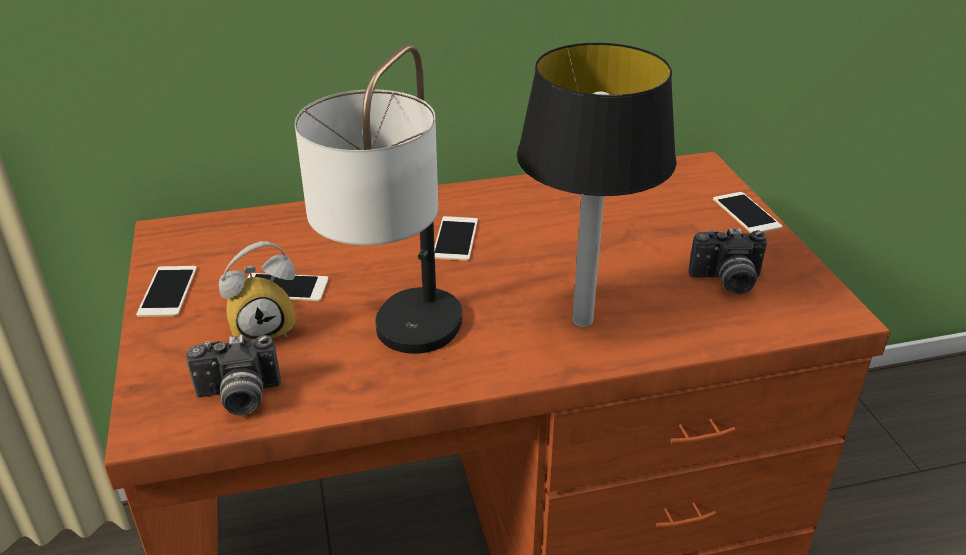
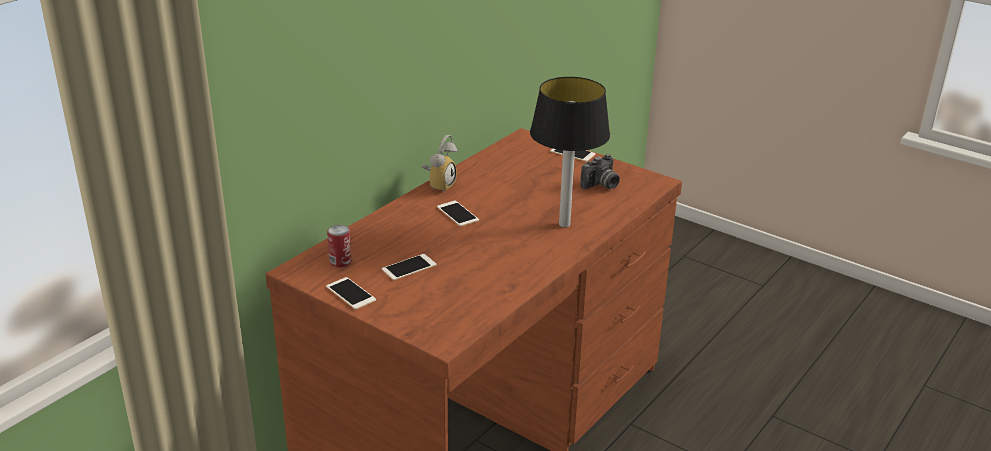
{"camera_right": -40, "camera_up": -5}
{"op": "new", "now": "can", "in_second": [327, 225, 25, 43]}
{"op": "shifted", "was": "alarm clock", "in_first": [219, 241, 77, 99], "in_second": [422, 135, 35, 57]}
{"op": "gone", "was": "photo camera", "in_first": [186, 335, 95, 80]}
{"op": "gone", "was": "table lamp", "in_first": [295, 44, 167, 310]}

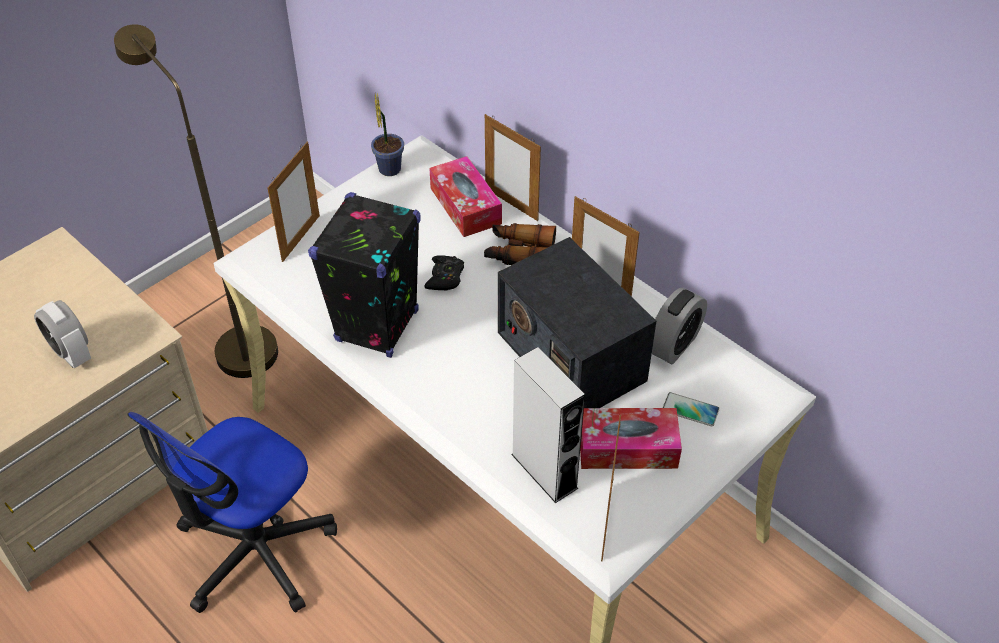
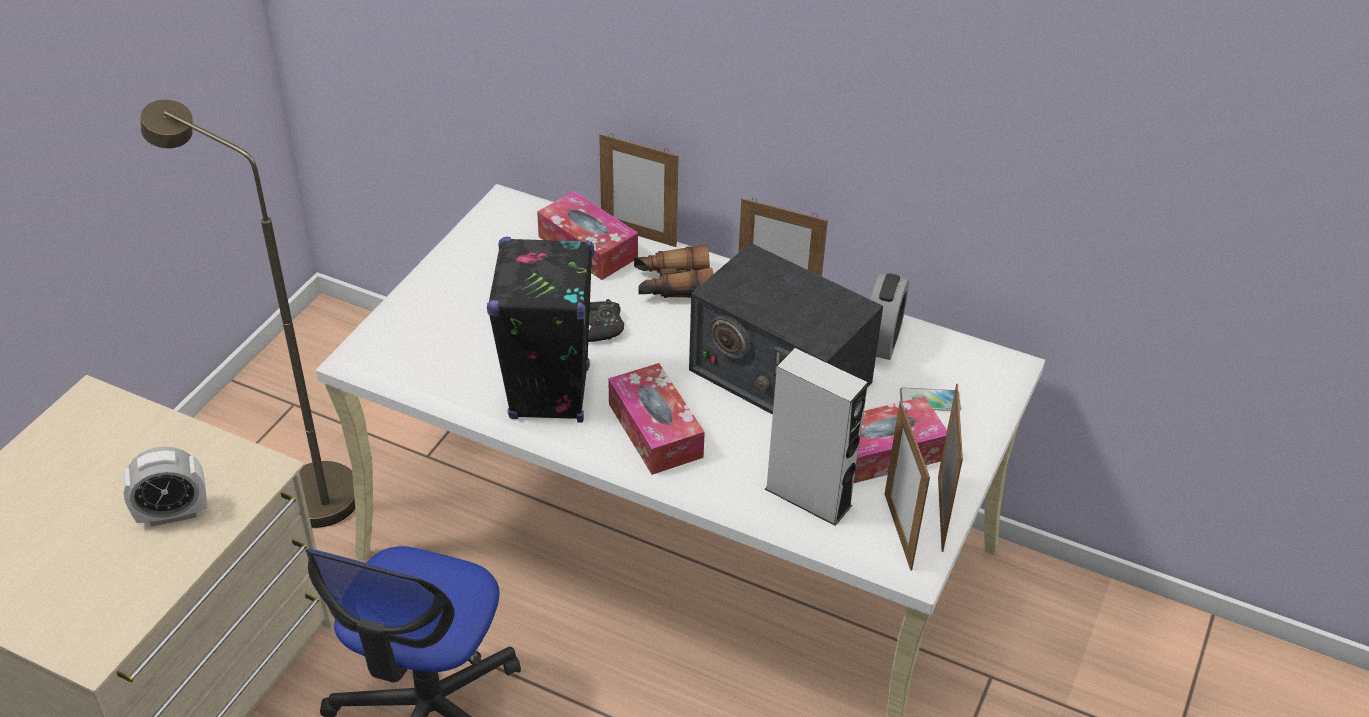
{"camera_right": -20, "camera_up": -5}
{"op": "rotated", "was": "alarm clock", "in_first": [34, 300, 57, 68], "in_second": [123, 447, 84, 80], "clockwise": -45}
{"op": "new", "now": "tissue box", "in_second": [608, 363, 97, 112]}
{"op": "shifted", "was": "picture frame", "in_first": [267, 142, 53, 120], "in_second": [938, 384, 25, 168]}
{"op": "gone", "was": "potted plant", "in_first": [371, 93, 33, 83]}

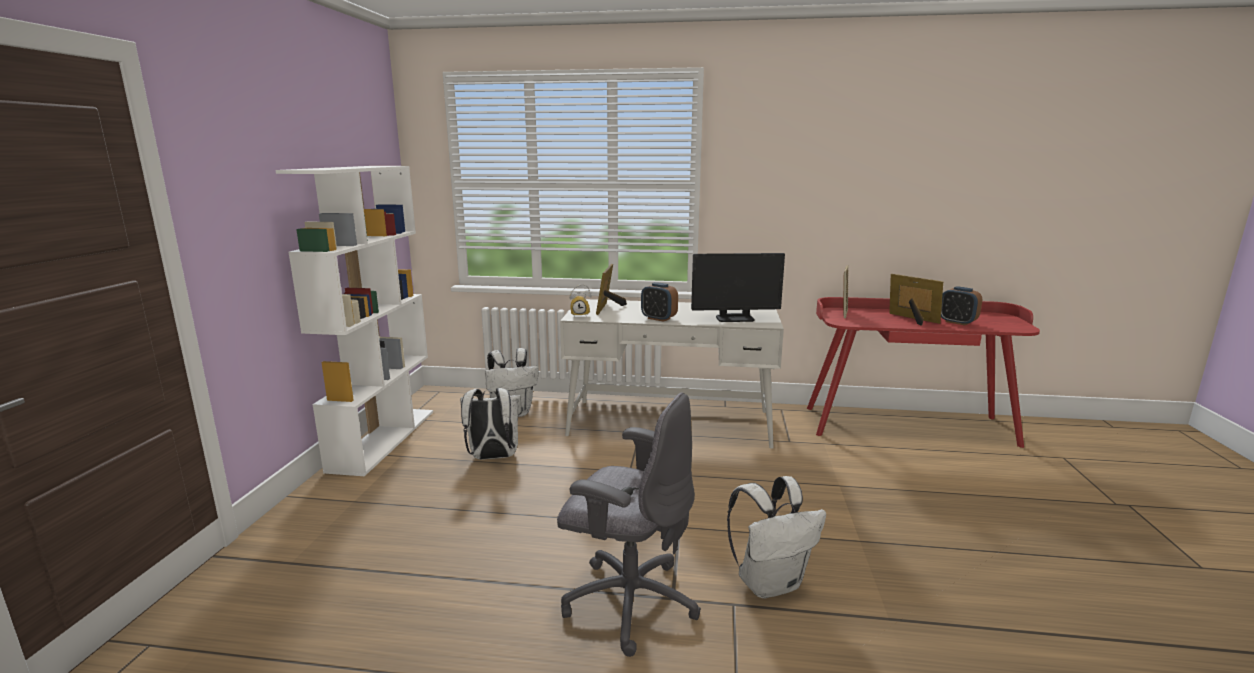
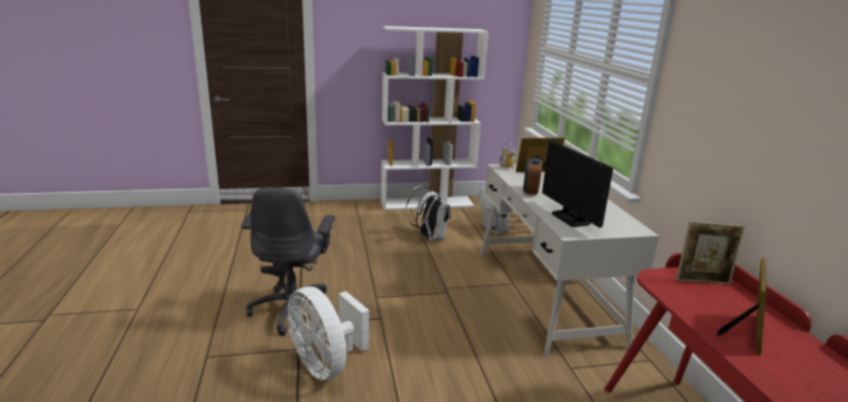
{"camera_right": 70, "camera_up": 5}
{"op": "swapped", "was": "backpack/white", "now": "fan/white", "in_first": [727, 476, 99, 123], "in_second": [287, 286, 82, 94]}
{"op": "gone", "was": "alarm clock", "in_first": [941, 286, 41, 40]}

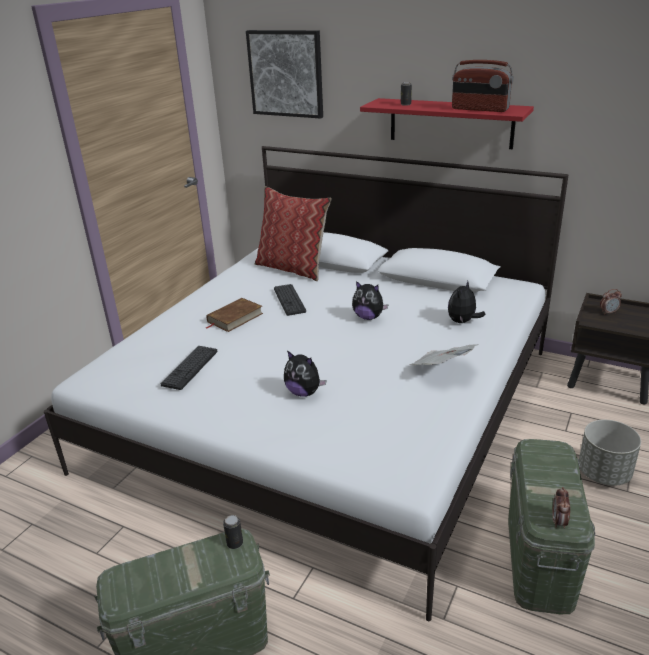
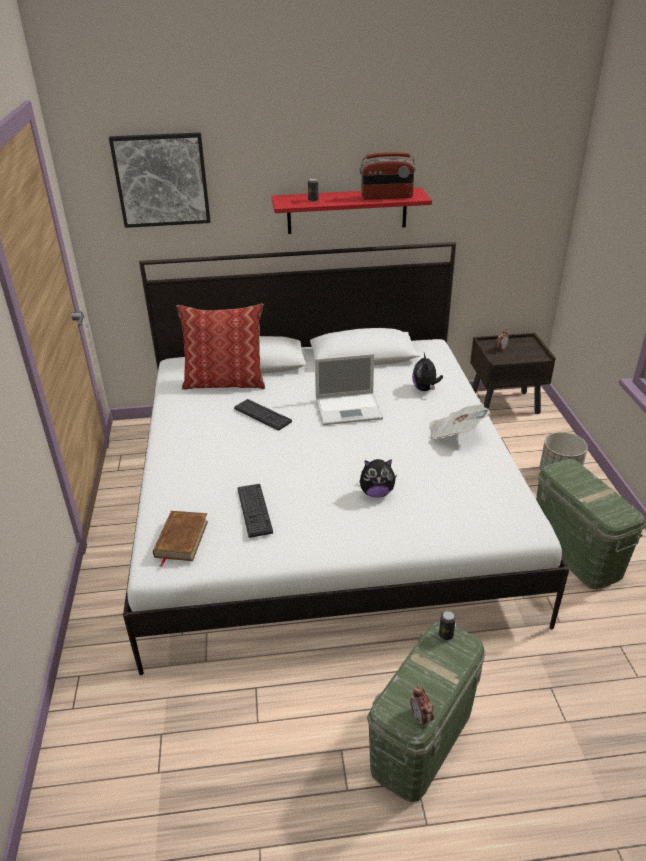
{"camera_right": -35, "camera_up": 5}
{"op": "shifted", "was": "book/brown", "in_first": [206, 298, 57, 34], "in_second": [153, 511, 55, 56]}
{"op": "swapped", "was": "plush toy", "now": "laptop", "in_first": [352, 281, 37, 39], "in_second": [315, 353, 68, 72]}
{"op": "shifted", "was": "alarm clock", "in_first": [552, 487, 18, 41], "in_second": [410, 686, 24, 41]}

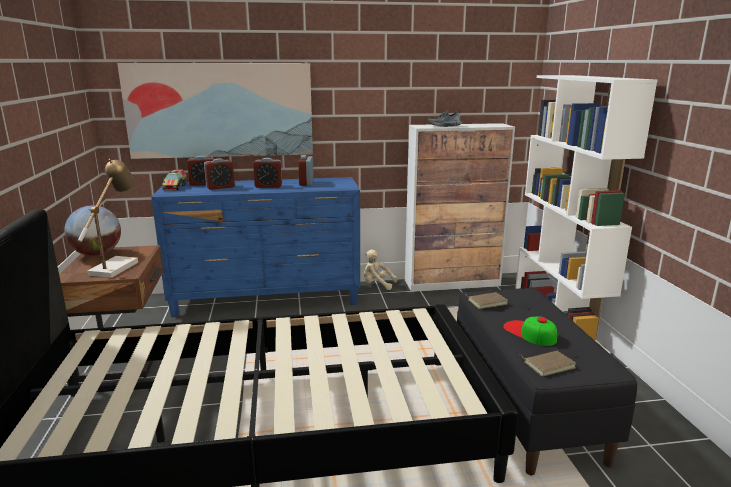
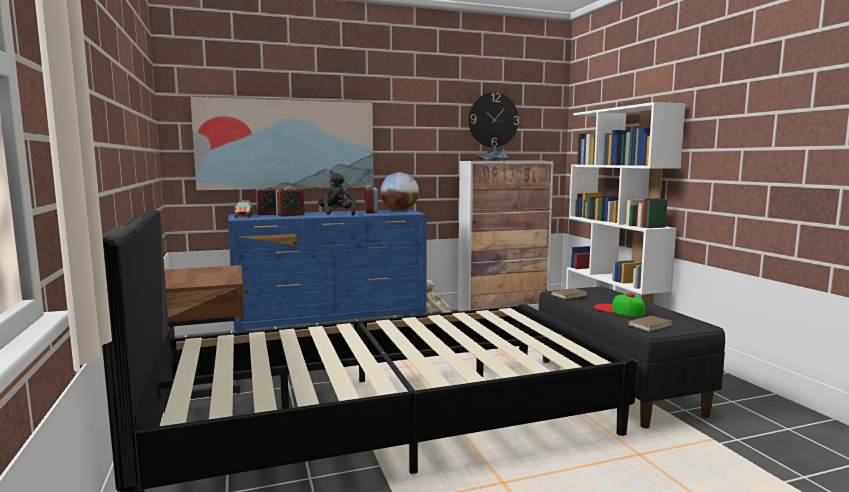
{"camera_right": -10, "camera_up": -10}
{"op": "swapped", "was": "alarm clock", "now": "plush toy/black", "in_first": [253, 158, 29, 30], "in_second": [318, 173, 39, 42]}
{"op": "shifted", "was": "globe", "in_first": [64, 205, 57, 51], "in_second": [380, 172, 39, 39]}
{"op": "new", "now": "wall clock", "in_second": [469, 92, 50, 56]}
{"op": "gone", "was": "table lamp", "in_first": [78, 159, 60, 119]}

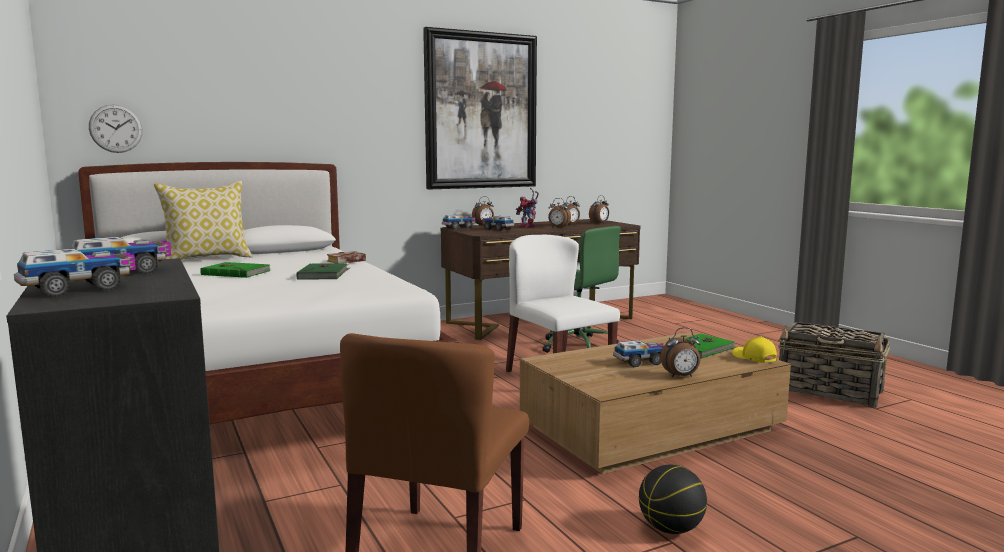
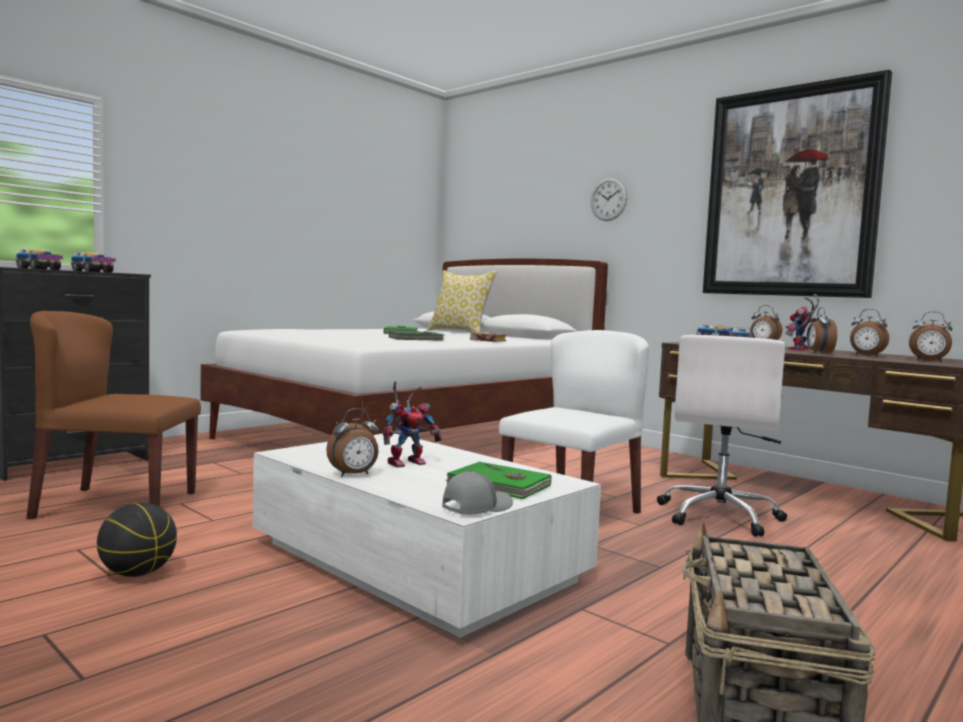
{"camera_right": 70, "camera_up": -5}
{"op": "repainted", "was": "coffee table/brown", "now": "coffee table/white", "in_first": [520, 332, 271, 142], "in_second": [253, 434, 348, 204]}
{"op": "rotated", "was": "alarm clock", "in_first": [660, 327, 41, 51], "in_second": [326, 408, 53, 69], "clockwise": -90}
{"op": "swapped", "was": "toy truck", "now": "toy robot", "in_first": [613, 340, 51, 27], "in_second": [383, 381, 59, 87]}
{"op": "repainted", "was": "cap/yellow", "now": "cap/grey", "in_first": [732, 336, 45, 27], "in_second": [442, 469, 71, 45]}
{"op": "shifted", "was": "wall clock", "in_first": [89, 104, 54, 49], "in_second": [591, 178, 37, 43]}
{"op": "repainted", "was": "office chair/green", "now": "office chair/white", "in_first": [543, 226, 78, 127], "in_second": [657, 335, 130, 202]}

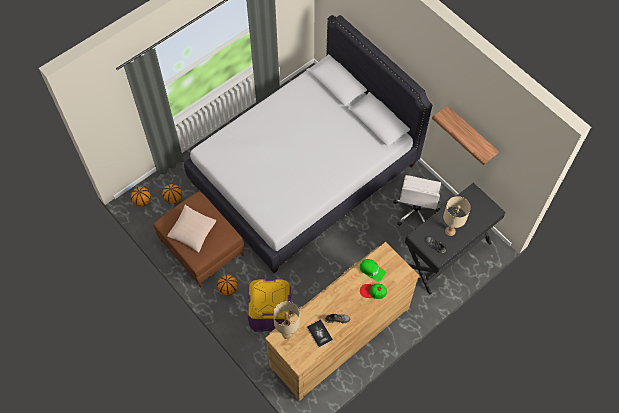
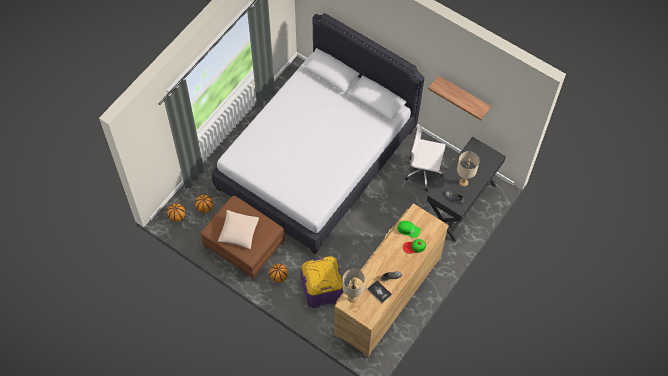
{"camera_right": -15, "camera_up": 0}
{"op": "rotated", "was": "office chair/white", "in_first": [393, 175, 48, 51], "in_second": [405, 125, 41, 66], "clockwise": 105}

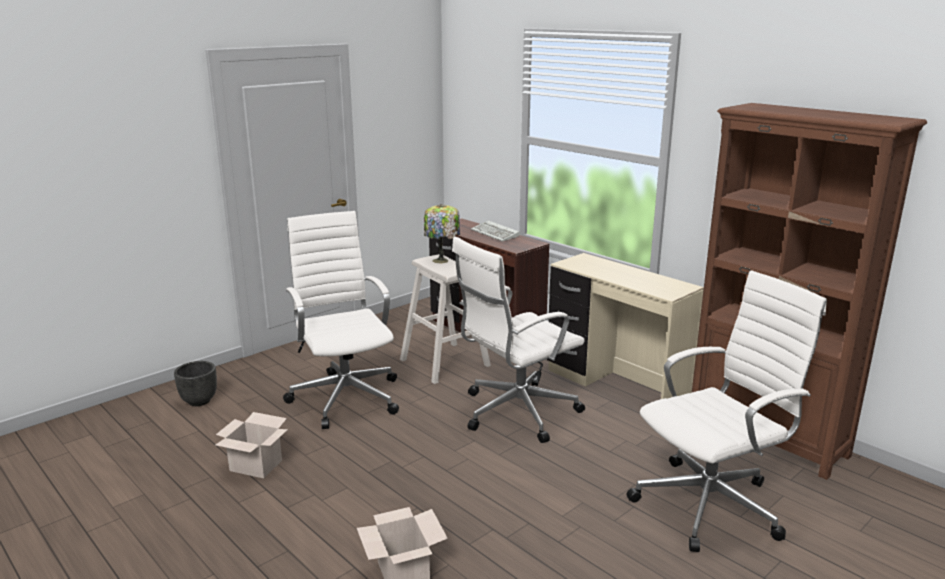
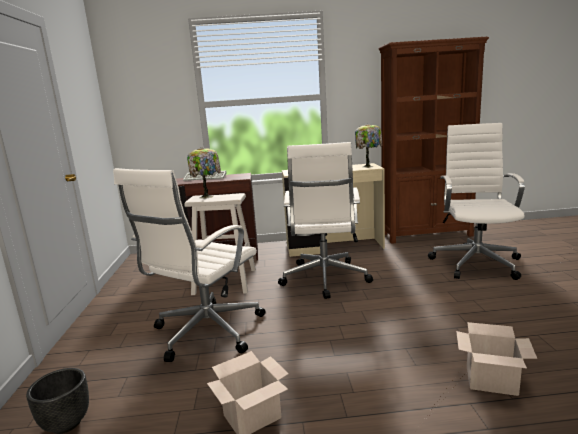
{"camera_right": -50, "camera_up": -5}
{"op": "rotated", "was": "office chair/white", "in_first": [283, 211, 116, 218], "in_second": [113, 168, 153, 194], "clockwise": -75}
{"op": "new", "now": "table lamp", "in_second": [355, 124, 27, 44]}

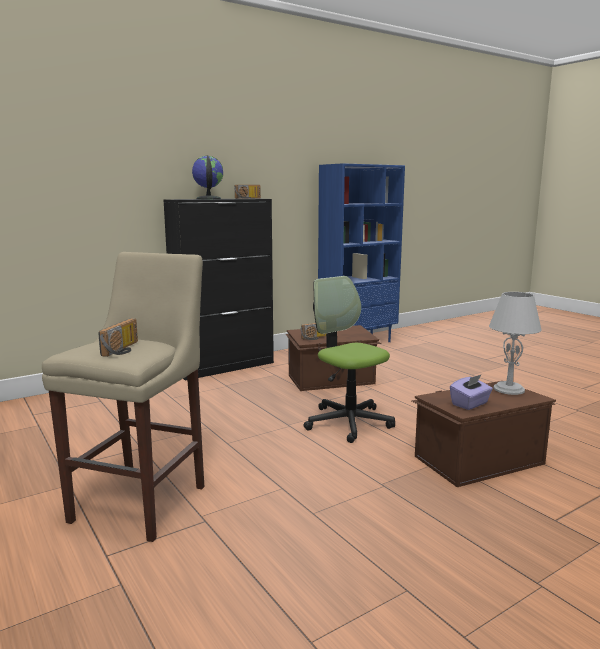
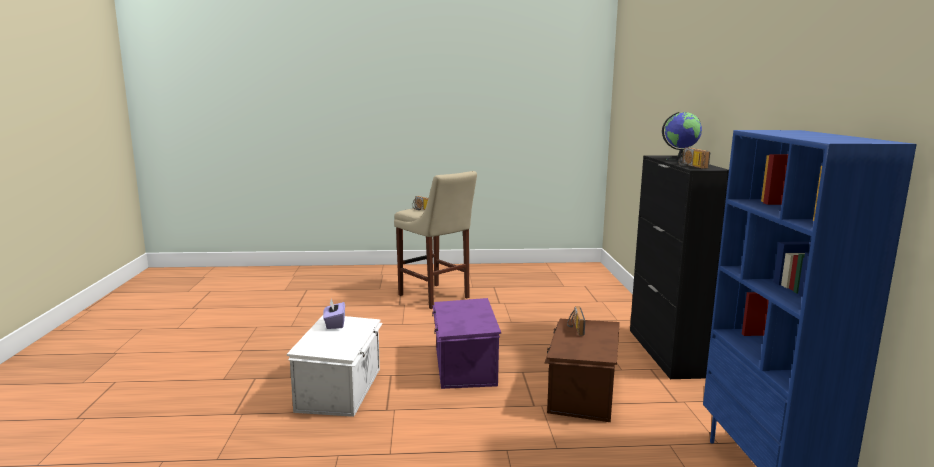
{"camera_right": 120, "camera_up": 0}
{"op": "repainted", "was": "storage box/brown", "now": "storage box/white", "in_first": [412, 381, 144, 106], "in_second": [287, 315, 96, 102]}
{"op": "swapped", "was": "office chair", "now": "storage box/purple", "in_first": [304, 276, 91, 167], "in_second": [432, 298, 69, 91]}
{"op": "gone", "was": "table lamp/grey", "in_first": [489, 292, 52, 103]}

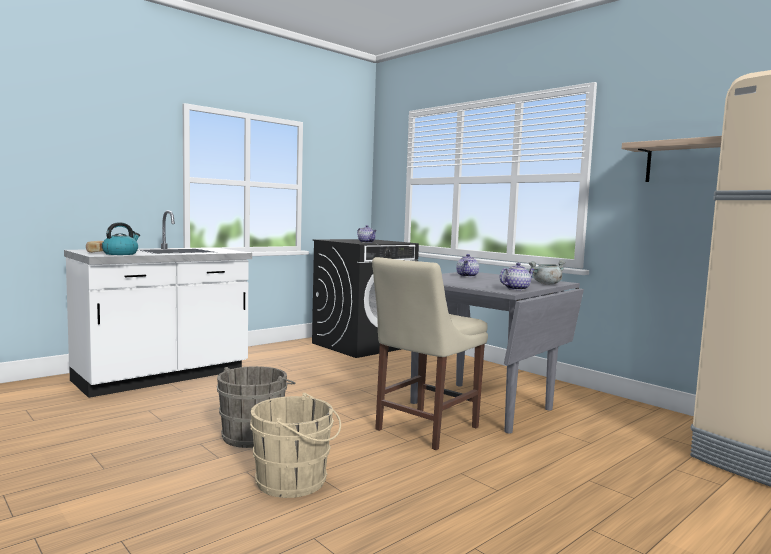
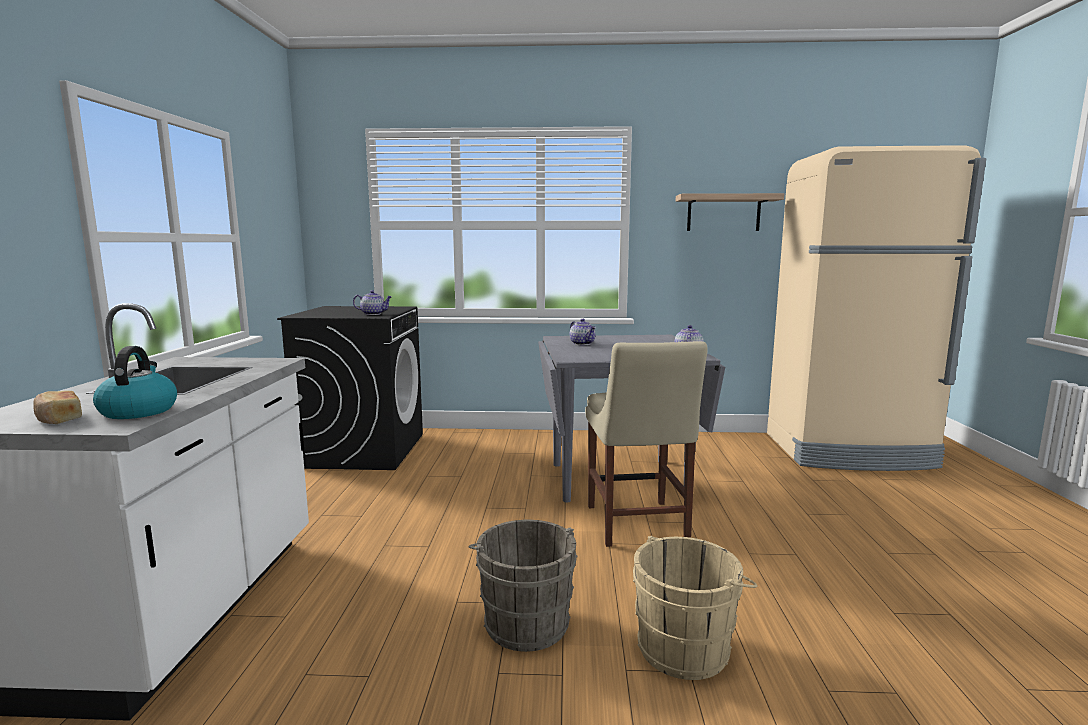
{"camera_right": -45, "camera_up": 5}
{"op": "gone", "was": "cooking pot/grey", "in_first": [528, 260, 38, 25]}

